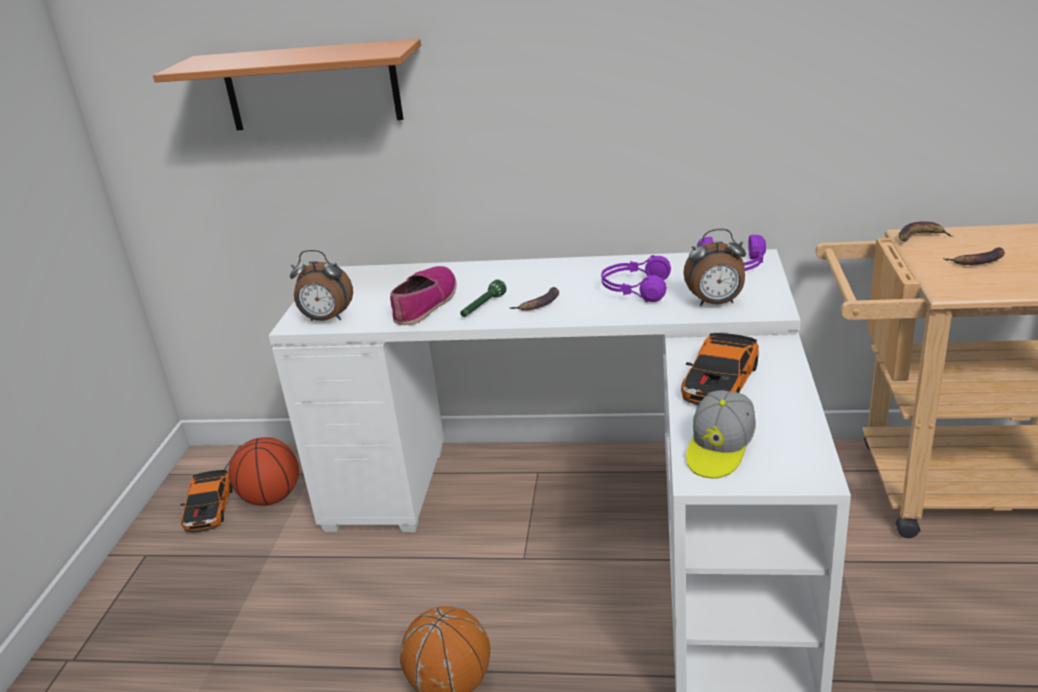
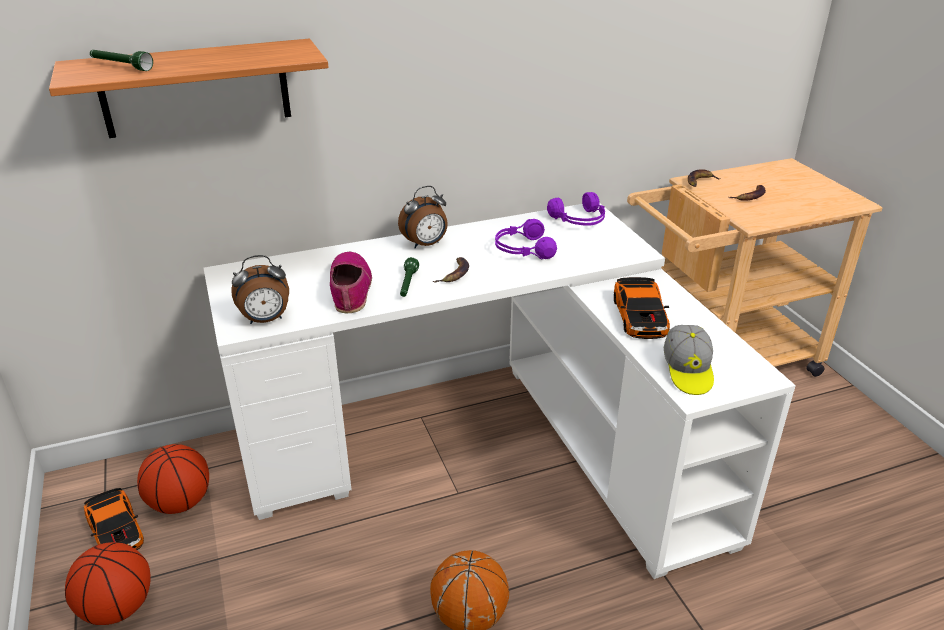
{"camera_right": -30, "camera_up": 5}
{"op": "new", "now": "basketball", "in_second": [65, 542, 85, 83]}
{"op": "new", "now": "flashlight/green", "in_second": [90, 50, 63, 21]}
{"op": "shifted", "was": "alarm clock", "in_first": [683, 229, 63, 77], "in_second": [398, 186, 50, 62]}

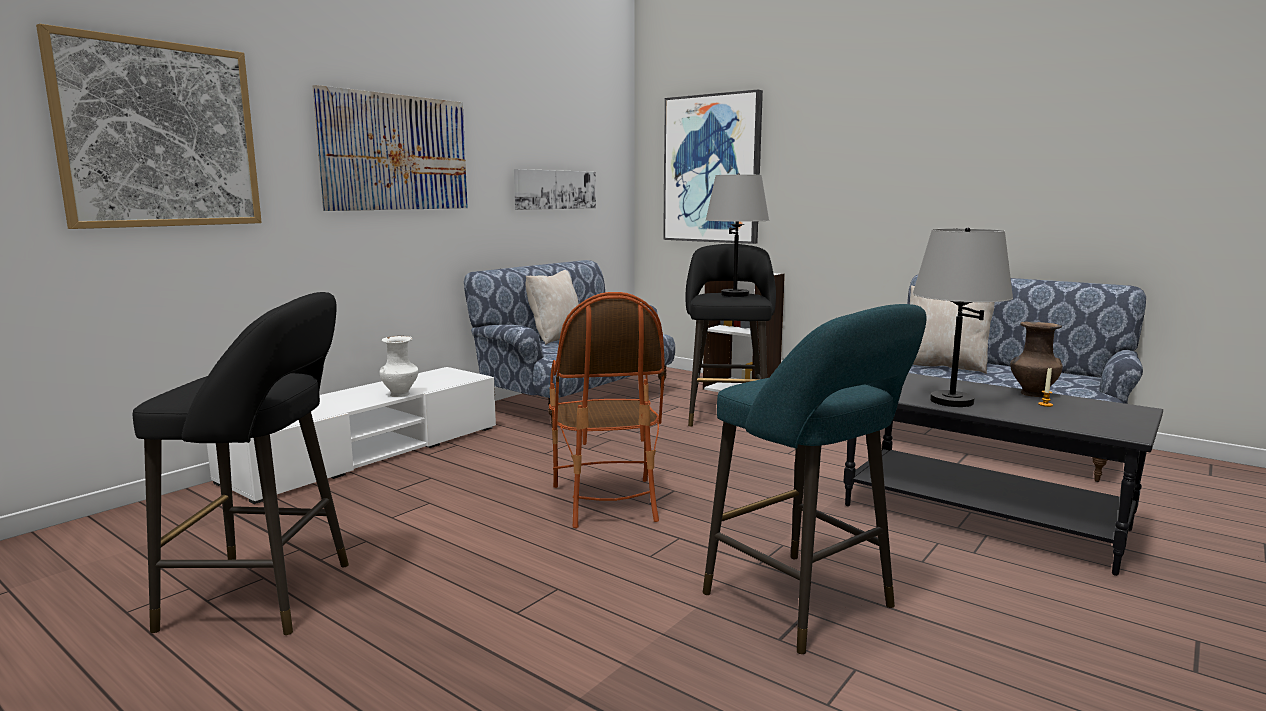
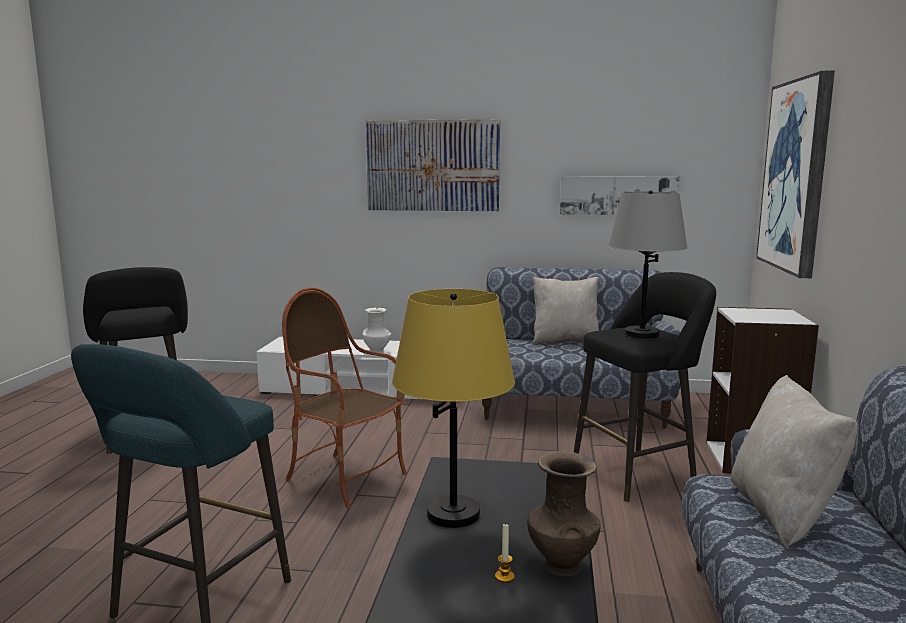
{"camera_right": 60, "camera_up": 0}
{"op": "rotated", "was": "armchair", "in_first": [549, 292, 116, 236], "in_second": [282, 288, 125, 220], "clockwise": 75}
{"op": "repainted", "was": "table lamp/grey", "now": "table lamp/yellow", "in_first": [913, 228, 100, 179], "in_second": [392, 289, 123, 239]}
{"op": "gone", "was": "picture", "in_first": [36, 24, 226, 205]}

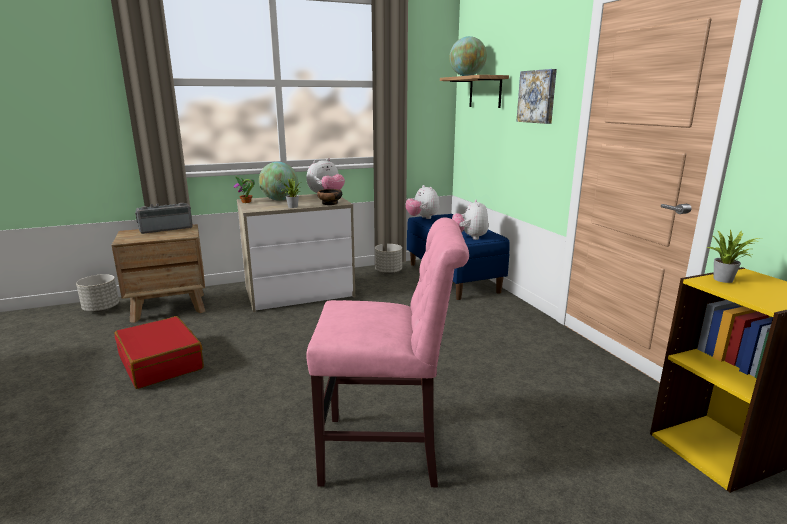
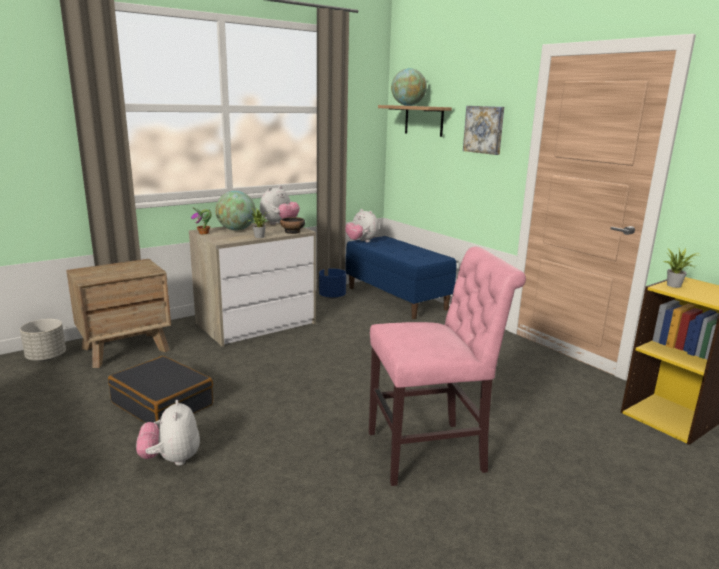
{"camera_right": -15, "camera_up": 0}
{"op": "repainted", "was": "suitcase/red", "now": "suitcase/black", "in_first": [115, 316, 89, 73], "in_second": [108, 356, 105, 67]}
{"op": "shifted", "was": "plush toy", "in_first": [452, 199, 37, 41], "in_second": [136, 400, 64, 65]}
{"op": "repainted", "was": "planter/grey", "now": "planter/blue", "in_first": [375, 244, 27, 30], "in_second": [319, 268, 27, 31]}
{"op": "gone", "was": "radio", "in_first": [135, 203, 58, 31]}

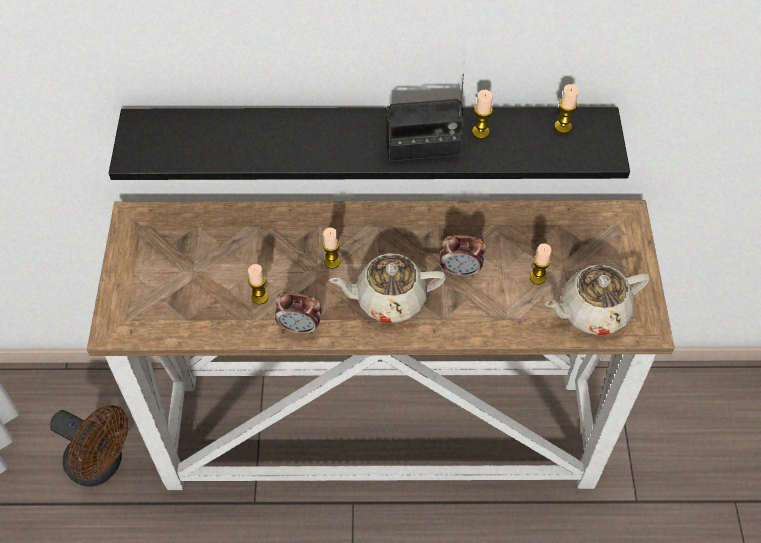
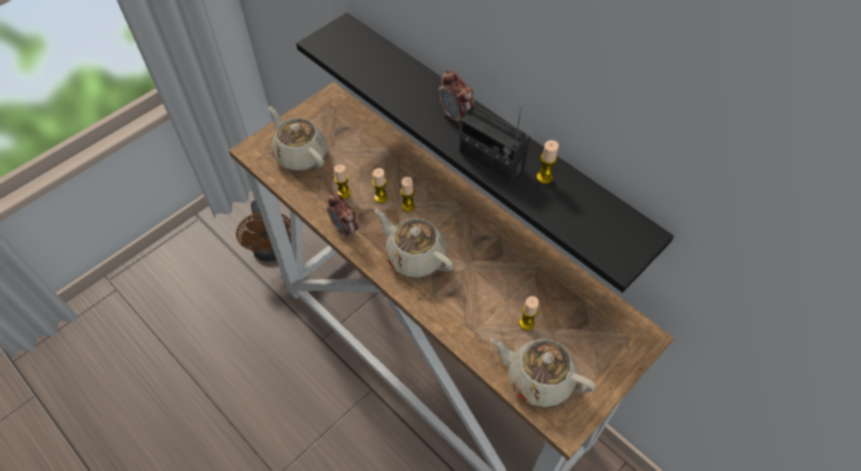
{"camera_right": 45, "camera_up": 0}
{"op": "new", "now": "teapot/beige", "in_second": [269, 106, 58, 65]}
{"op": "shifted", "was": "candle", "in_first": [554, 84, 25, 49], "in_second": [372, 168, 16, 35]}
{"op": "shifted", "was": "alarm clock", "in_first": [440, 235, 46, 42], "in_second": [438, 70, 36, 56]}

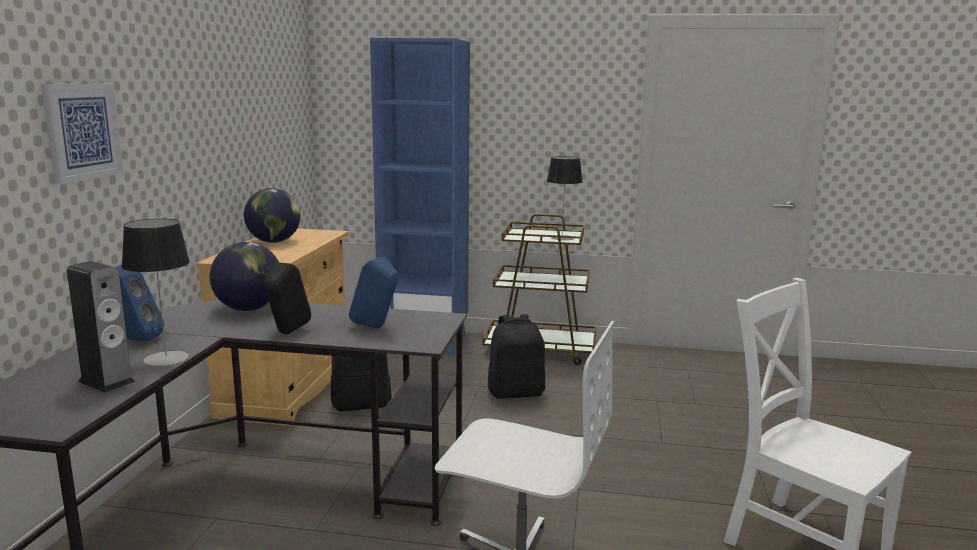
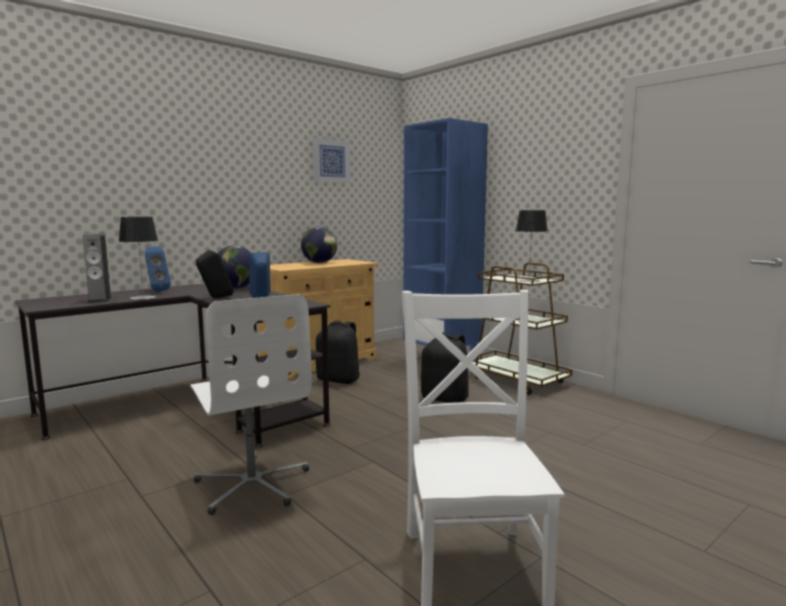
{"camera_right": 40, "camera_up": -5}
{"op": "shifted", "was": "picture", "in_first": [41, 84, 82, 100], "in_second": [313, 138, 37, 45]}

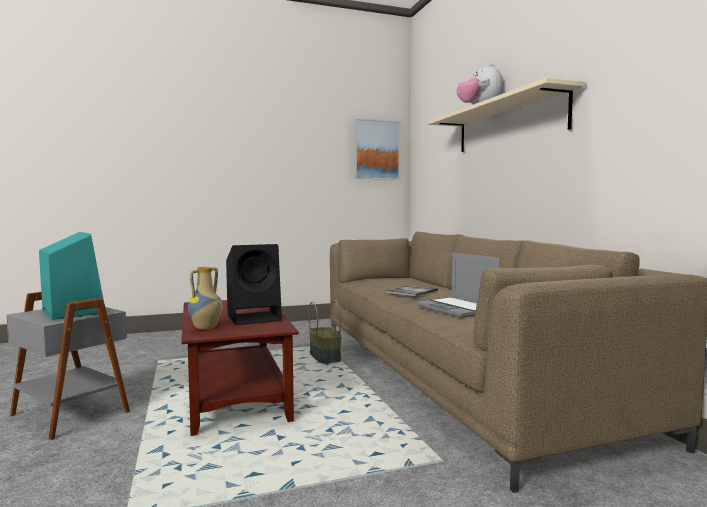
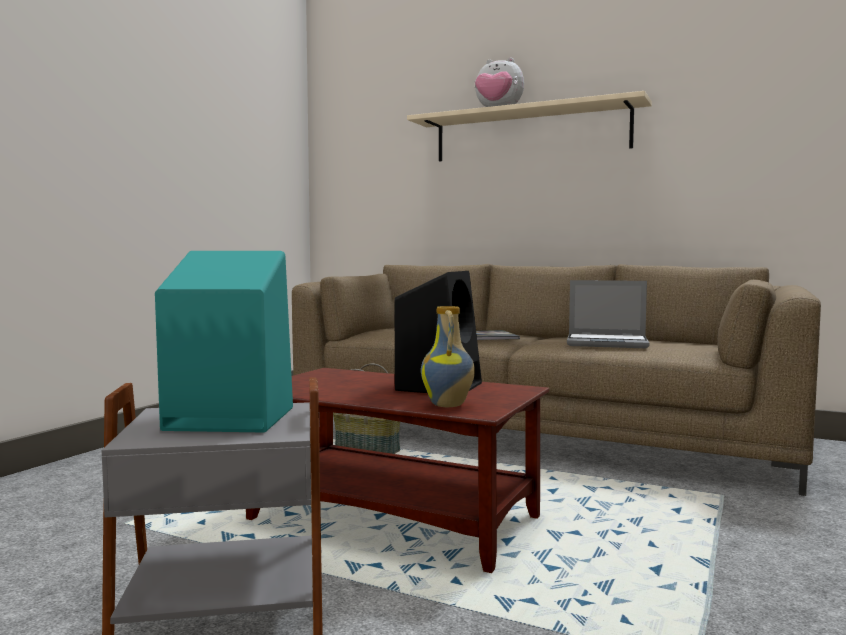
{"camera_right": -45, "camera_up": 0}
{"op": "gone", "was": "picture", "in_first": [354, 118, 46, 62]}

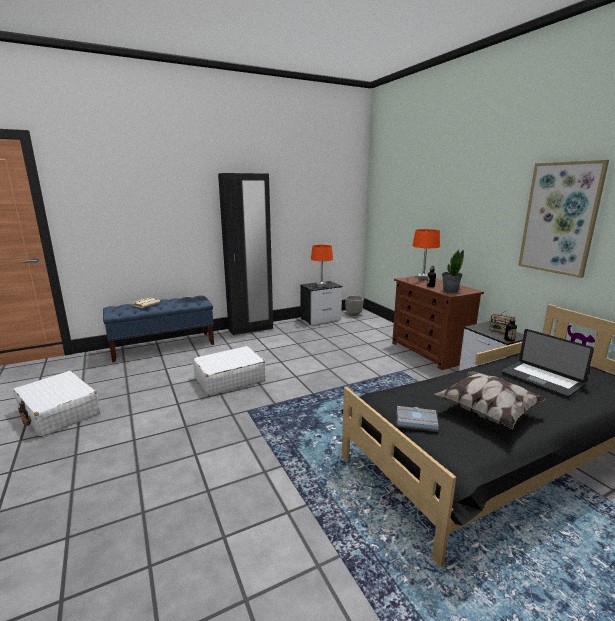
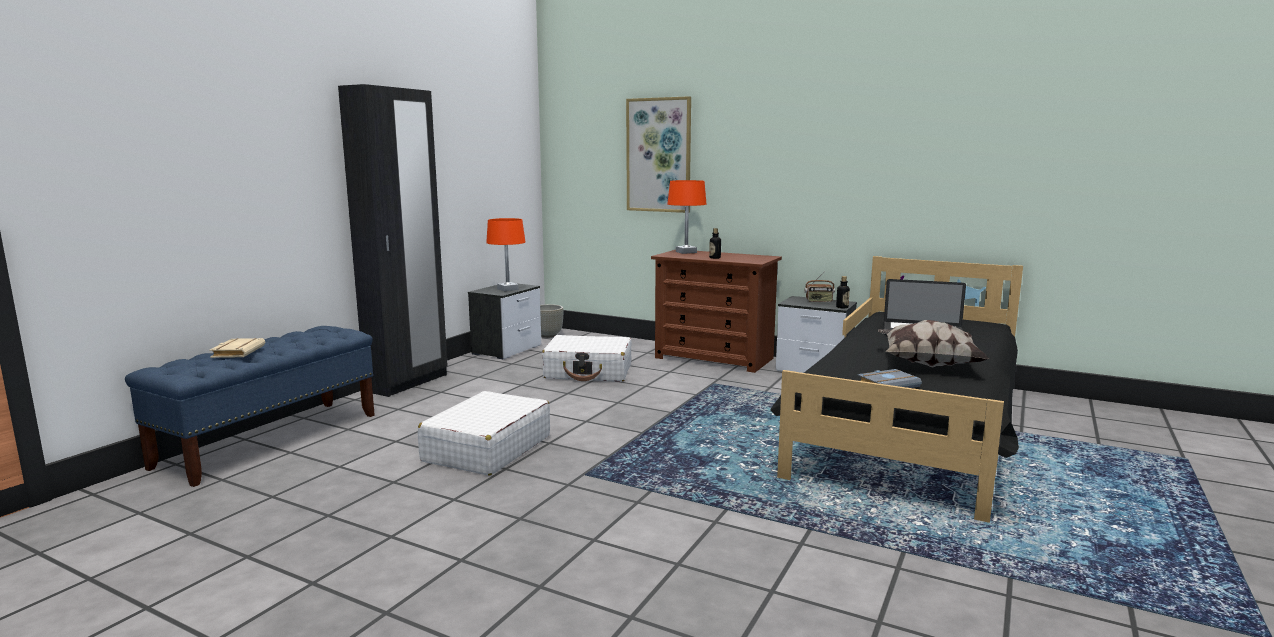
{"camera_right": -35, "camera_up": -5}
{"op": "shifted", "was": "suitcase/white", "in_first": [13, 371, 87, 66], "in_second": [542, 335, 89, 47]}
{"op": "shifted", "was": "picture", "in_first": [518, 160, 91, 118], "in_second": [626, 96, 65, 117]}
{"op": "gone", "was": "potted plant", "in_first": [442, 249, 22, 44]}

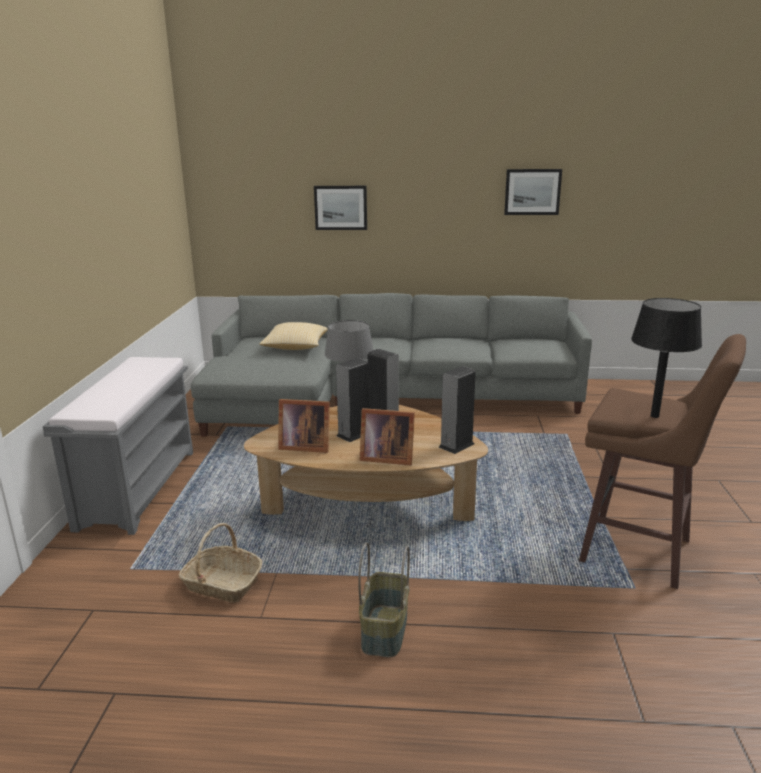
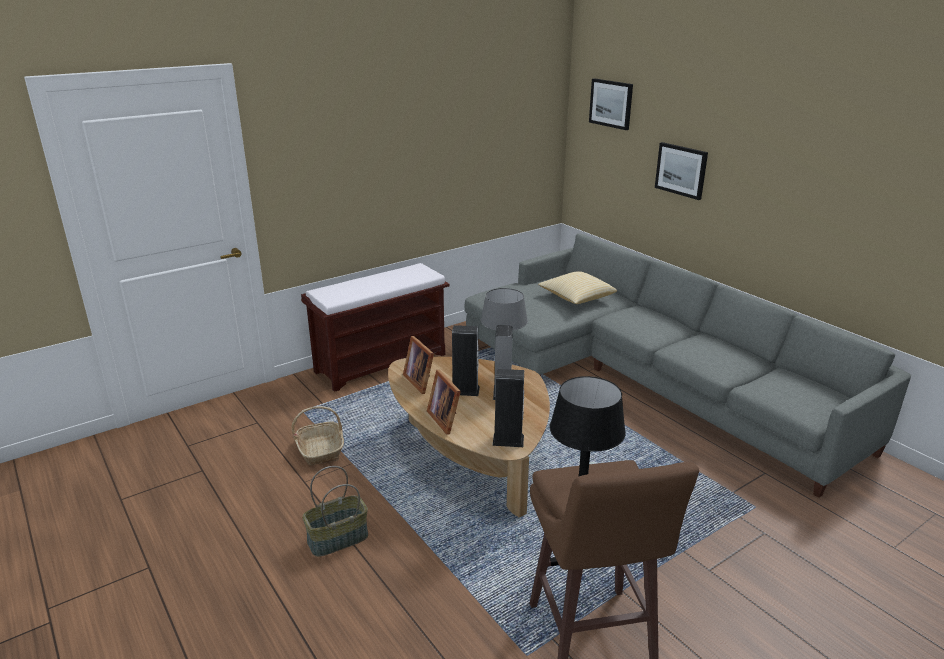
{"camera_right": 50, "camera_up": 5}
{"op": "repainted", "was": "bench/grey", "now": "bench/brown", "in_first": [43, 357, 150, 178], "in_second": [301, 263, 149, 129]}
{"op": "shifted", "was": "picture", "in_first": [504, 169, 58, 46], "in_second": [589, 78, 44, 52]}

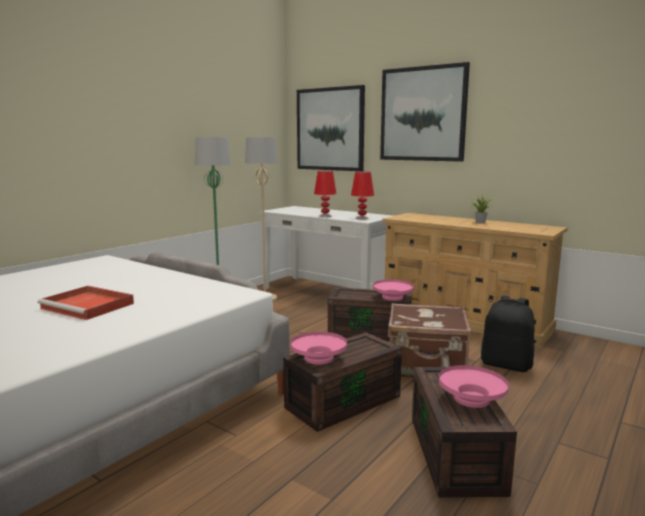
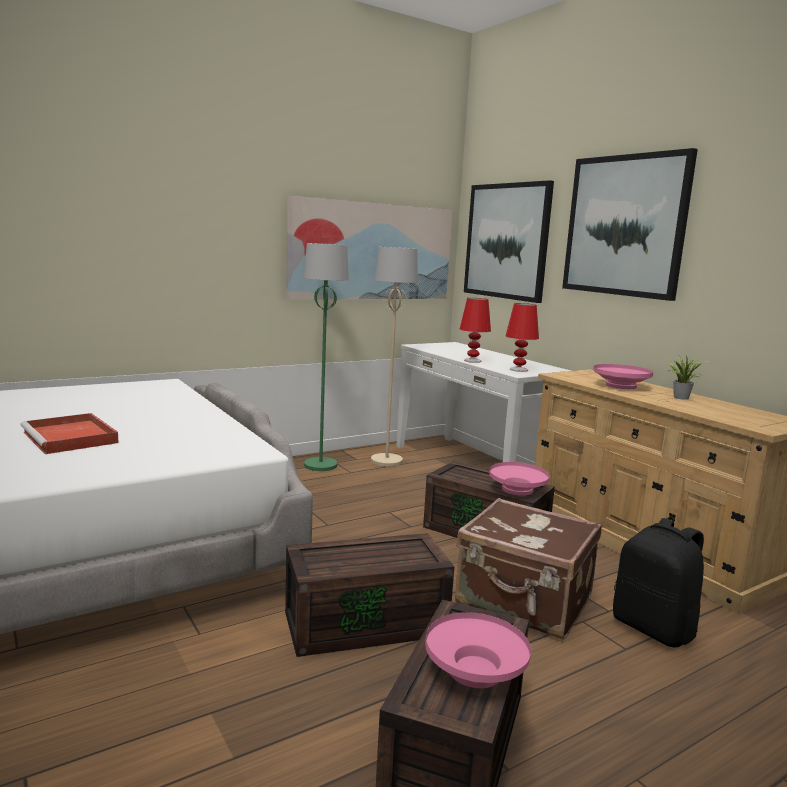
{"camera_right": 20, "camera_up": 0}
{"op": "new", "now": "picture", "in_second": [286, 196, 166, 103]}
{"op": "shifted", "was": "bowl/pink", "in_first": [290, 332, 57, 32], "in_second": [593, 364, 60, 25]}

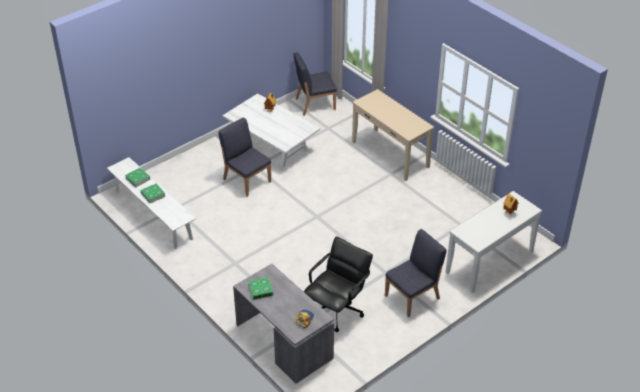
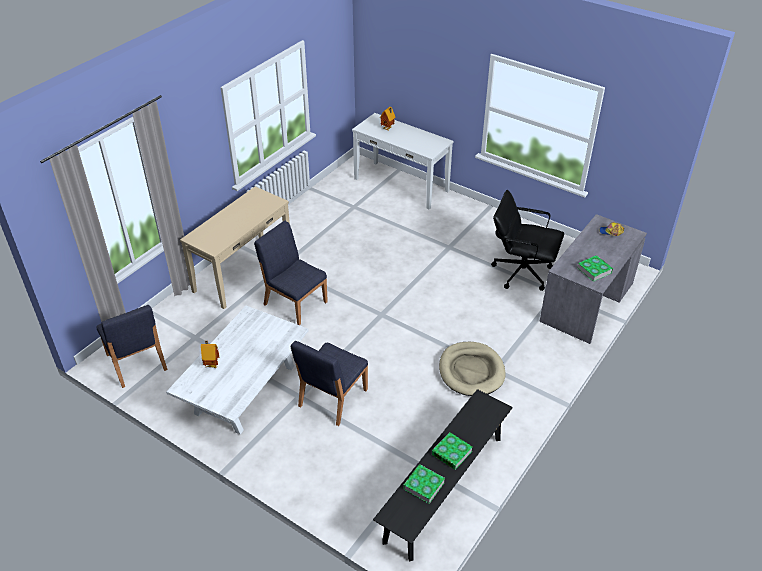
{"camera_right": -105, "camera_up": 0}
{"op": "shifted", "was": "chair/blue", "in_first": [385, 229, 62, 88], "in_second": [254, 221, 74, 104]}
{"op": "repainted", "was": "bench/white", "now": "bench/black", "in_first": [107, 157, 89, 92], "in_second": [373, 389, 140, 172]}
{"op": "new", "now": "dog bed/beige", "in_second": [439, 342, 67, 54]}

